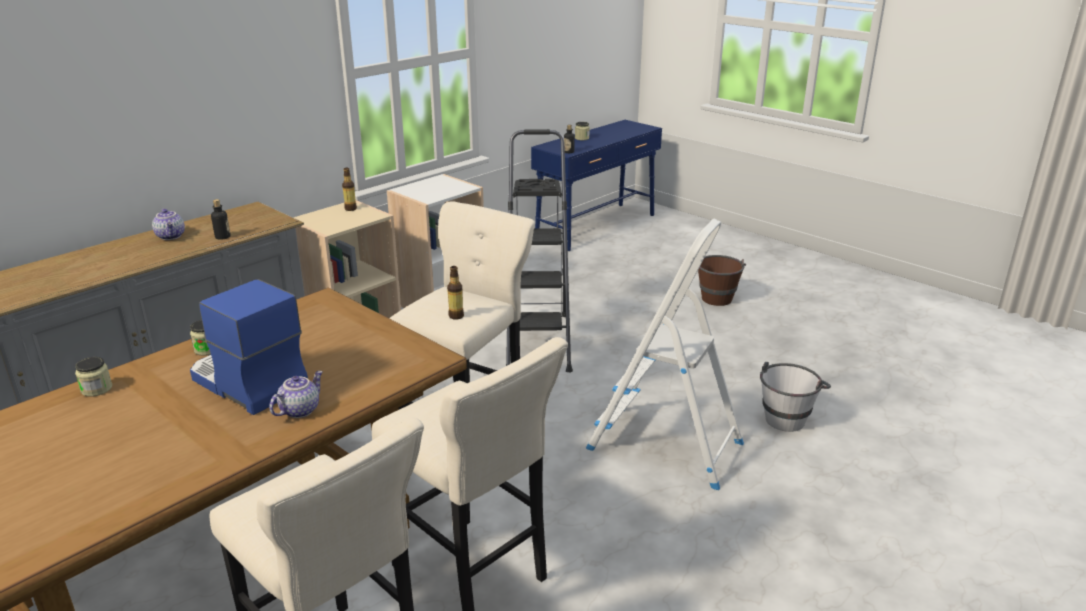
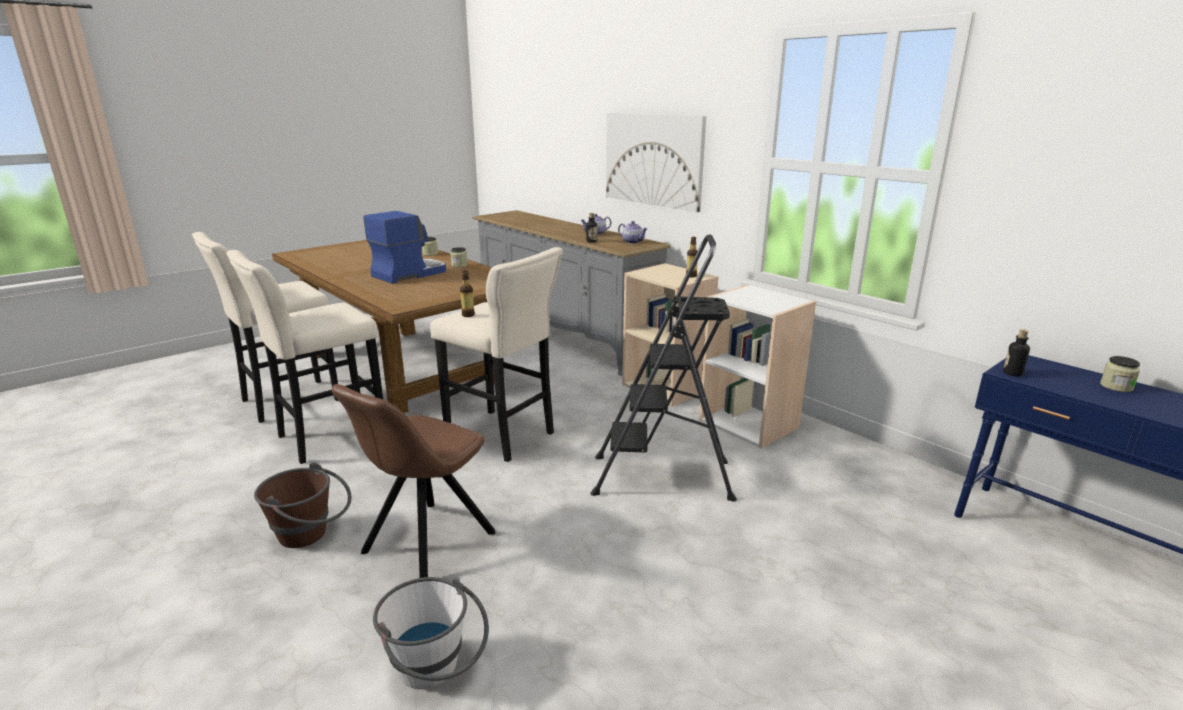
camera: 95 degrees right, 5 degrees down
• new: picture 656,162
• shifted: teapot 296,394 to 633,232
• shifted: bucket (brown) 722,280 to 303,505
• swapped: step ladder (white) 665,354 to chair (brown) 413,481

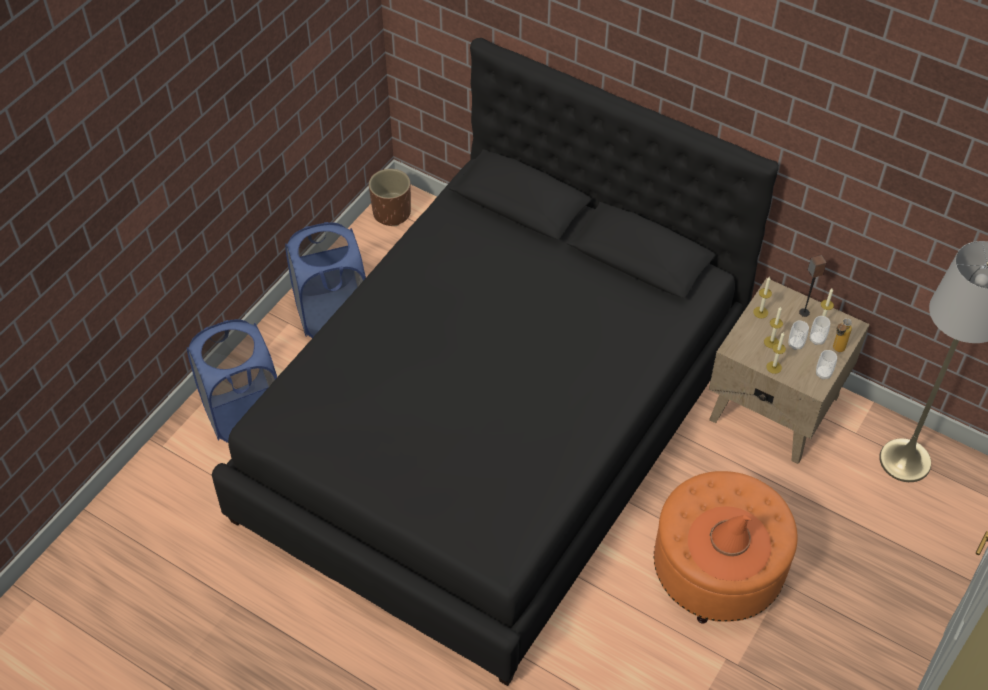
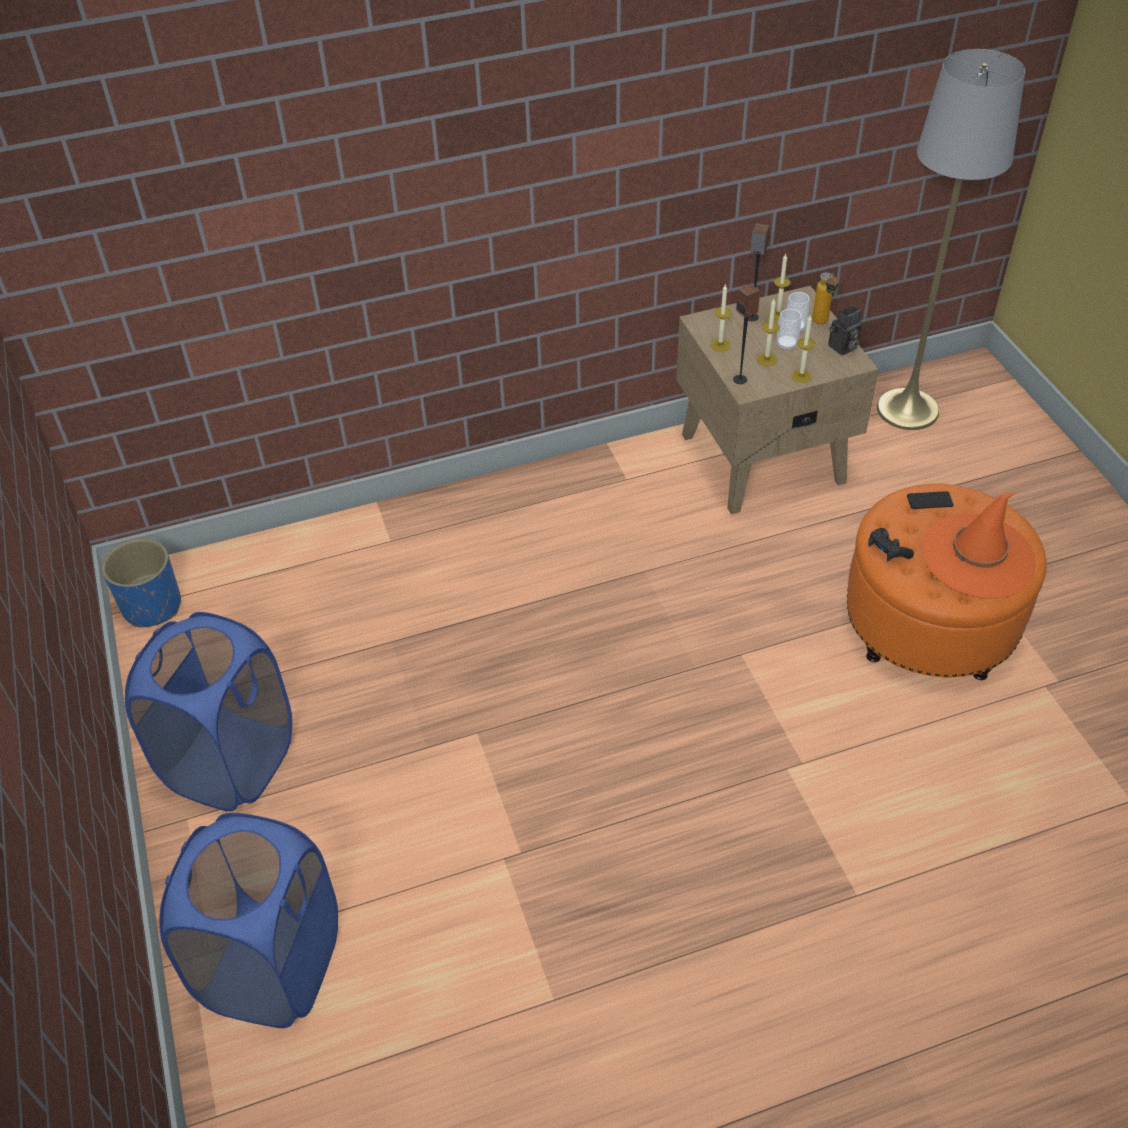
camera: 50 degrees left, 5 degrees down
• gone: bed (black) 495,362
• new: speaker 746,334
• new: game controller (black) 891,544
• new: phone 930,500
• swapped: cup 826,364 to photo camera 845,330
• repainted: planter (brown) 390,197 to planter (blue) 141,583

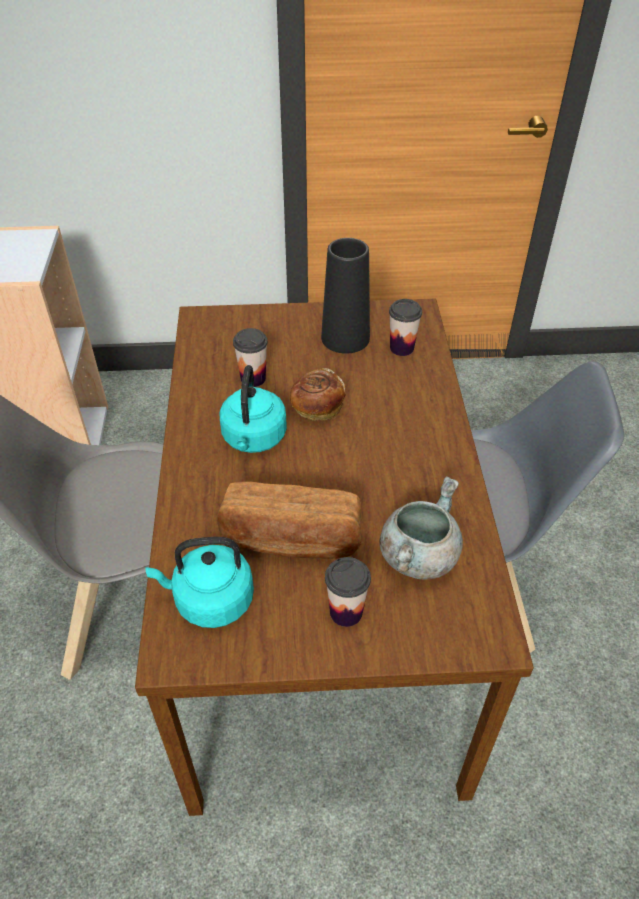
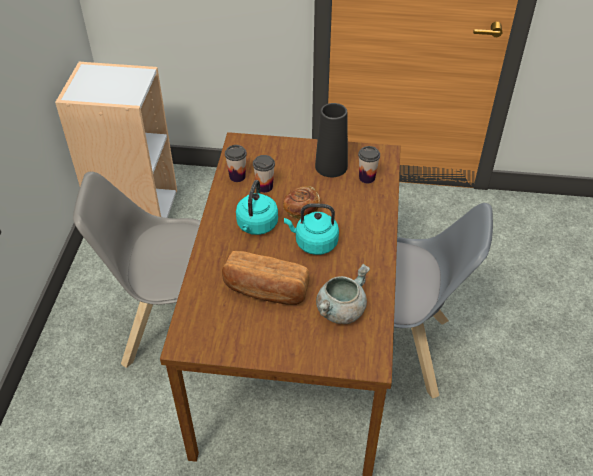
camera: 10 degrees right, 0 degrees up
• shifted: kettle (turquoise) 199,582 to 311,229
• shifted: cup 348,592 to 236,163

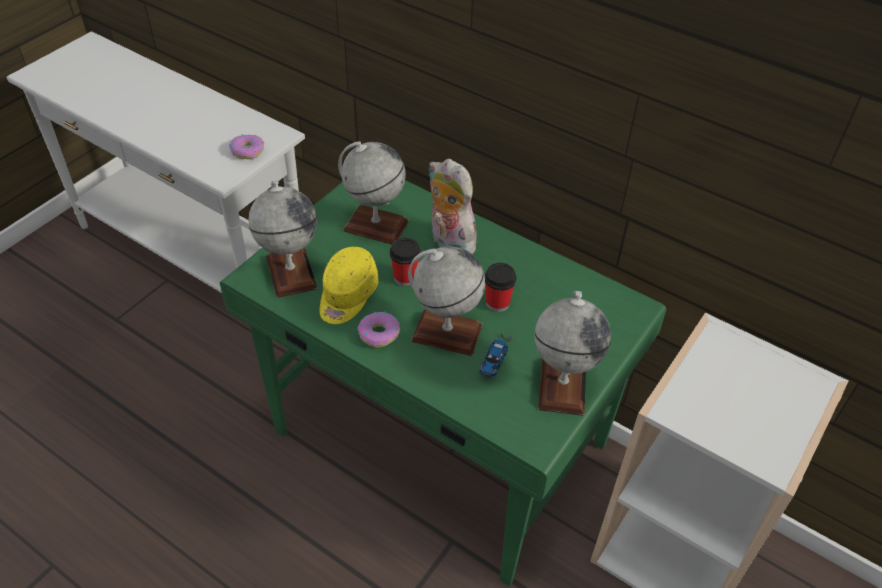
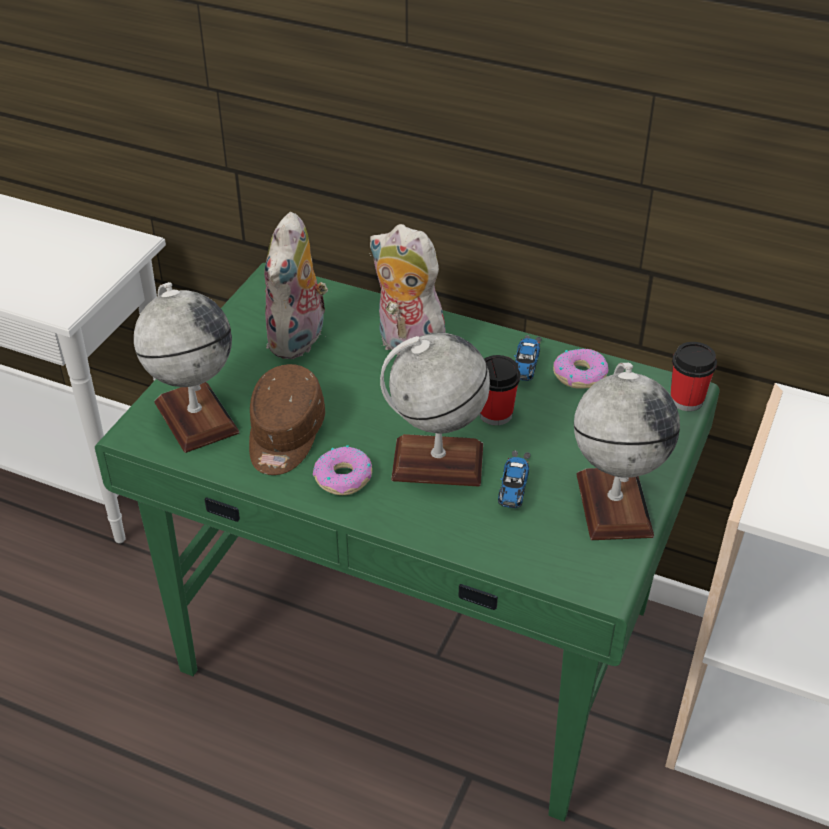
camera: 10 degrees left, 5 degrees down
• new: toy car 527,358
• shifted: donut 246,146 to 580,368
• shifted: cup 405,262 to 694,376
• swapped: globe 373,193 to plush toy 296,285
• repainted: cap (yellow) 349,285 to cap (brown) 287,419

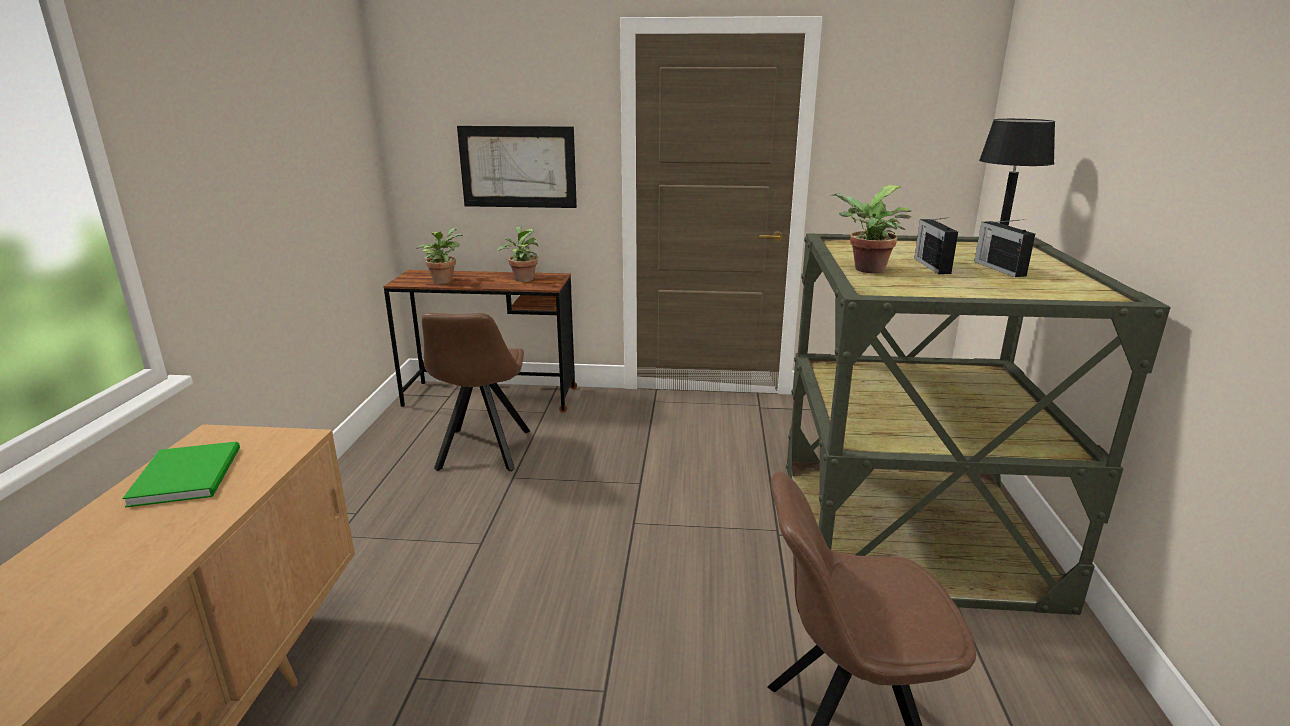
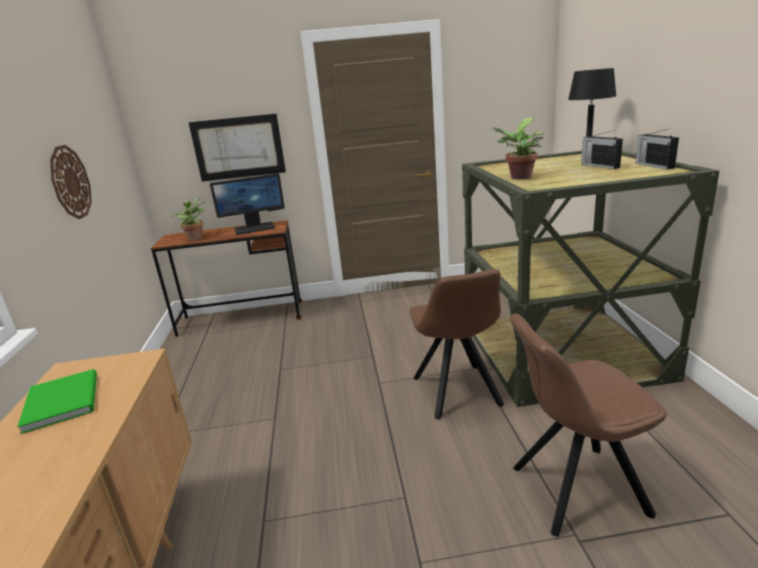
camera: 10 degrees left, 0 degrees up
• new: wall clock 71,182
• shifted: chair (brown) 476,392 to 457,344
• shifted: radio 936,245 to 657,149
• swapped: potted plant 518,254 to monitor 247,204

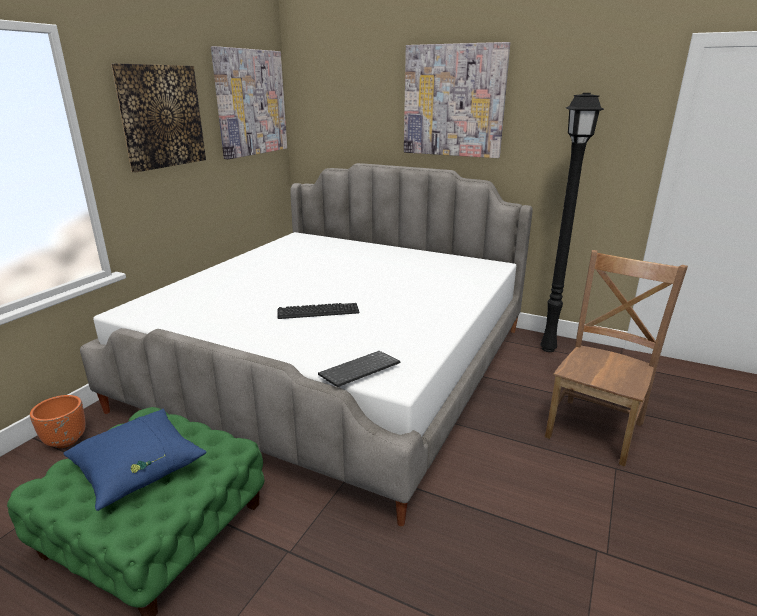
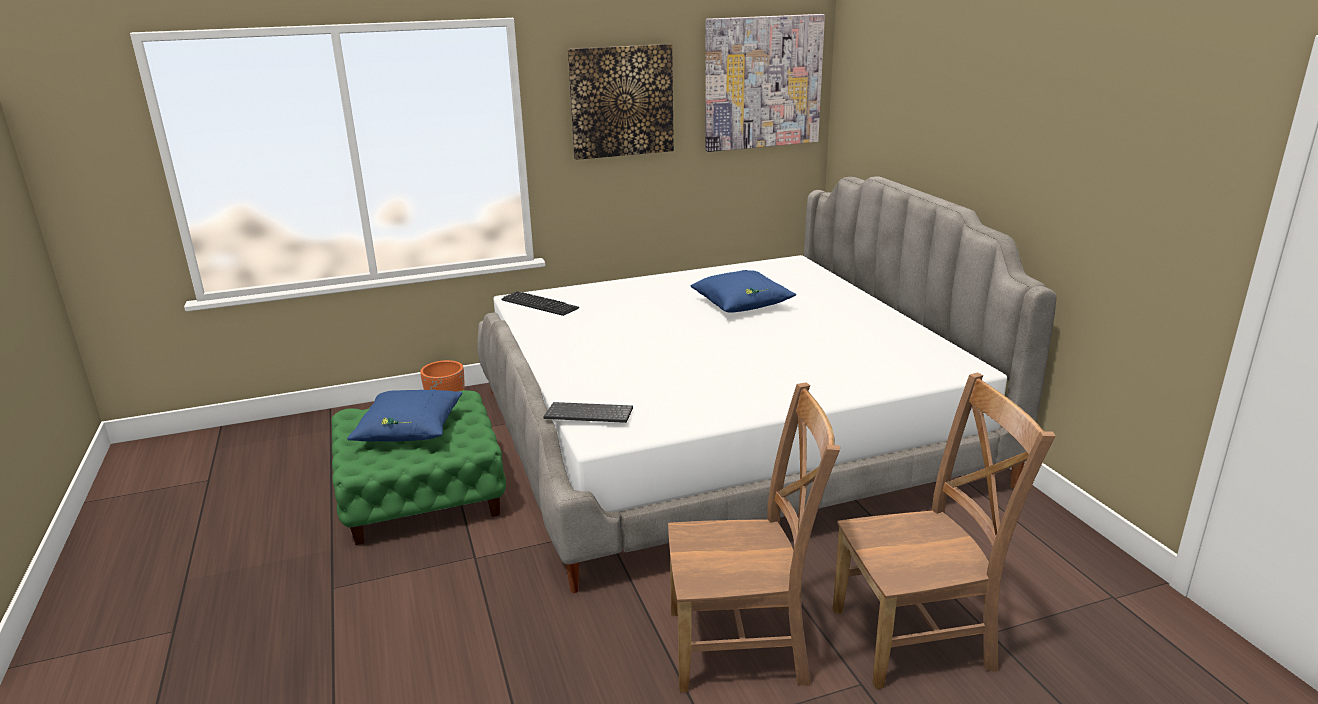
camera: 45 degrees right, 0 degrees up
• gone: picture 457,100
• gone: floor lamp (black) 572,222
• new: chair (brown) 754,537
• new: pillow (blue) 743,291
• shifted: keyboard 318,311 to 540,303

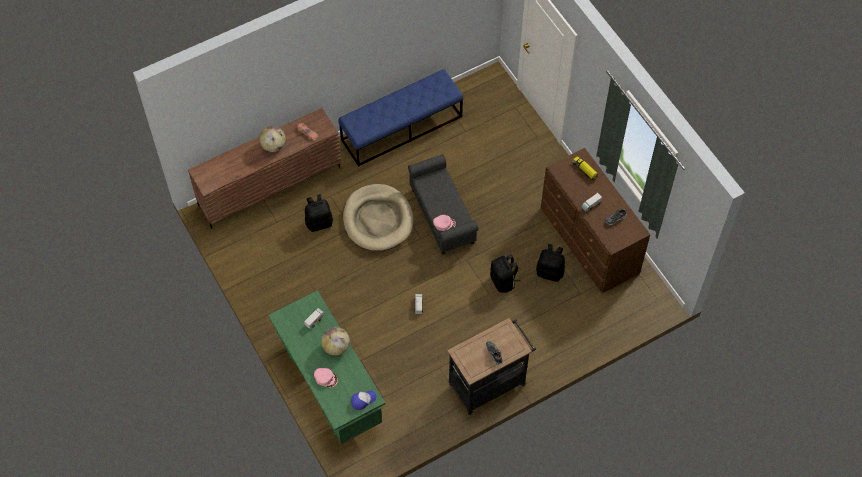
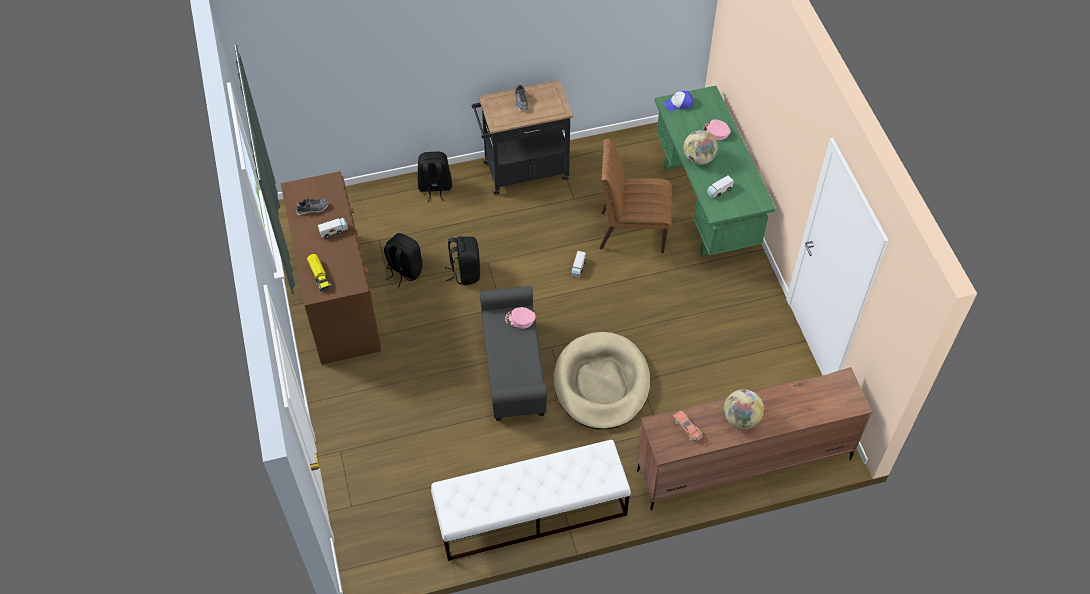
camera: 165 degrees left, 5 degrees down
• new: chair (brown) 636,196
• shifted: backpack (black) 319,213 to 435,176
• repainted: bench (blue) 400,118 to bench (white) 531,500

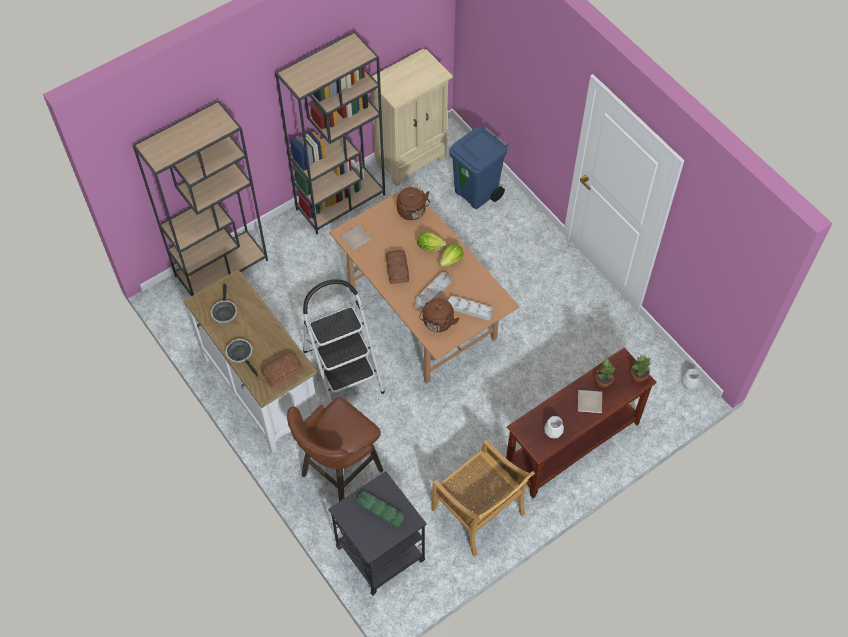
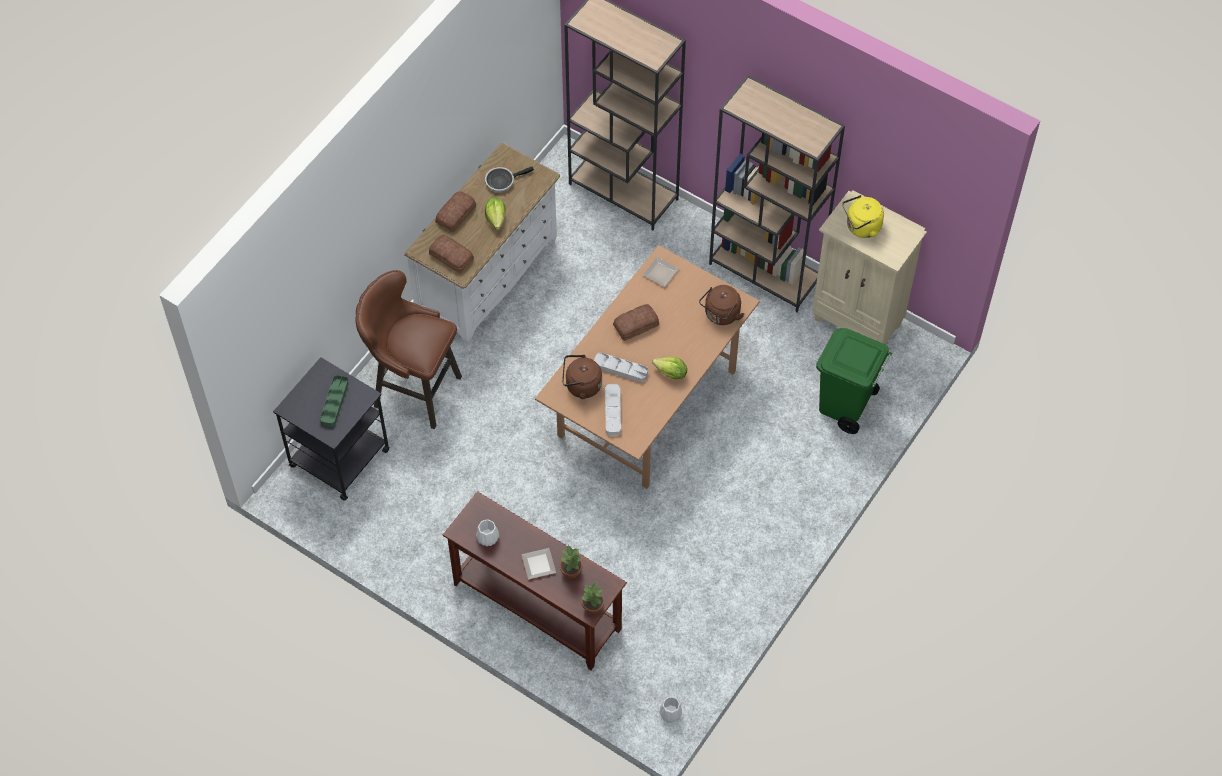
camera: 70 degrees right, 0 degrees up
• gone: step ladder 344,341
• gone: chair (beige) 483,498
• new: kettle (yellow) 863,216
• shifted: lettuce 432,242 to 495,214
• swapped: frying pan 242,358 to bread 455,212
• repainted: trash can (blue) 478,167 to trash can (green) 854,381

